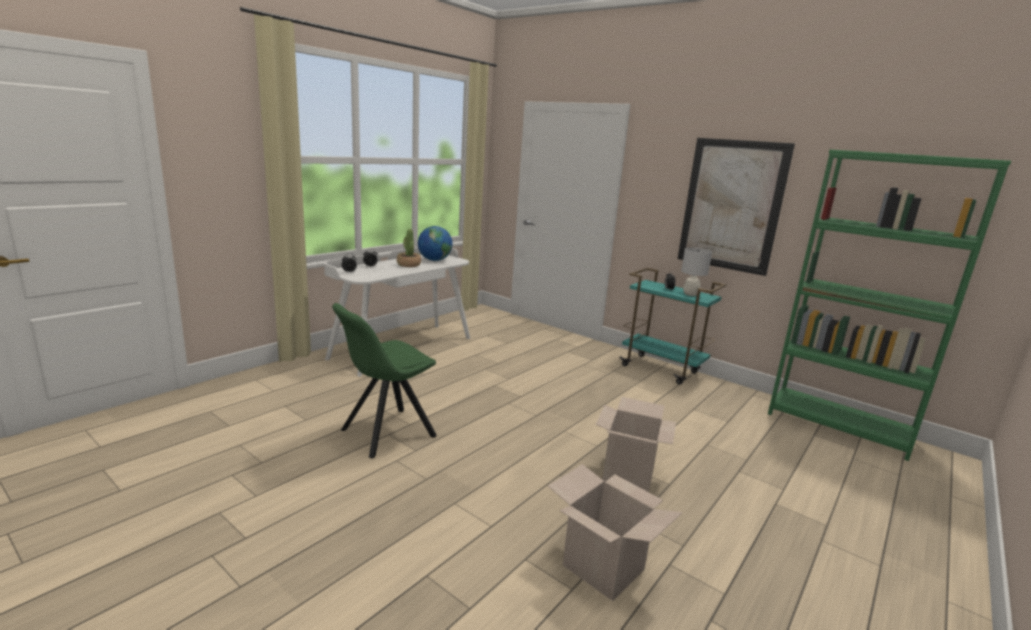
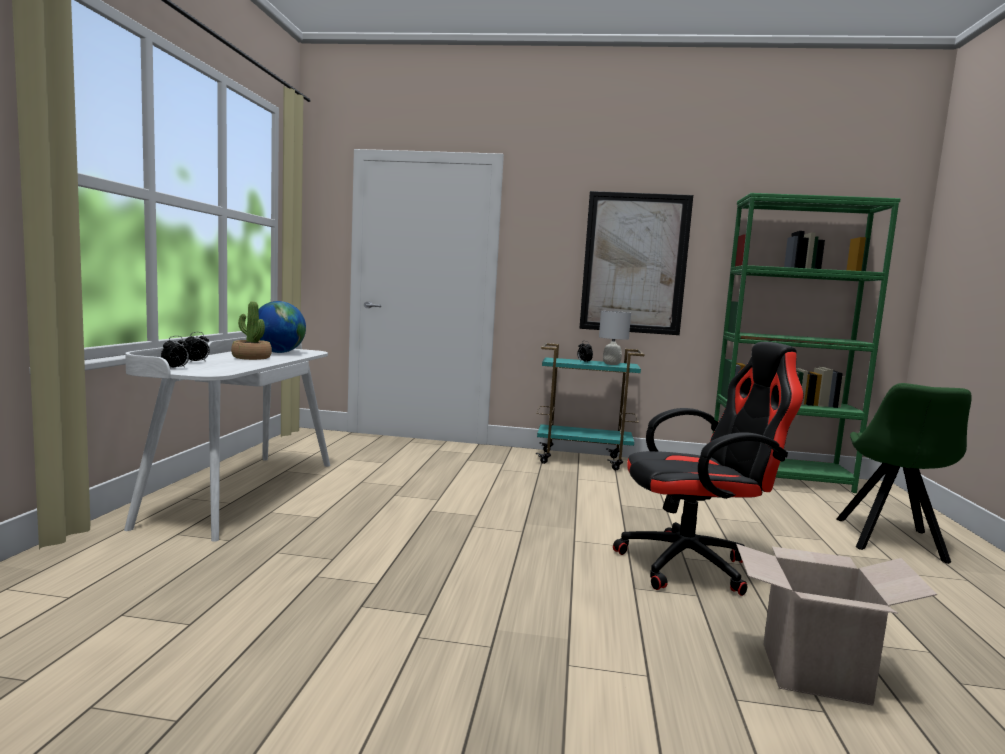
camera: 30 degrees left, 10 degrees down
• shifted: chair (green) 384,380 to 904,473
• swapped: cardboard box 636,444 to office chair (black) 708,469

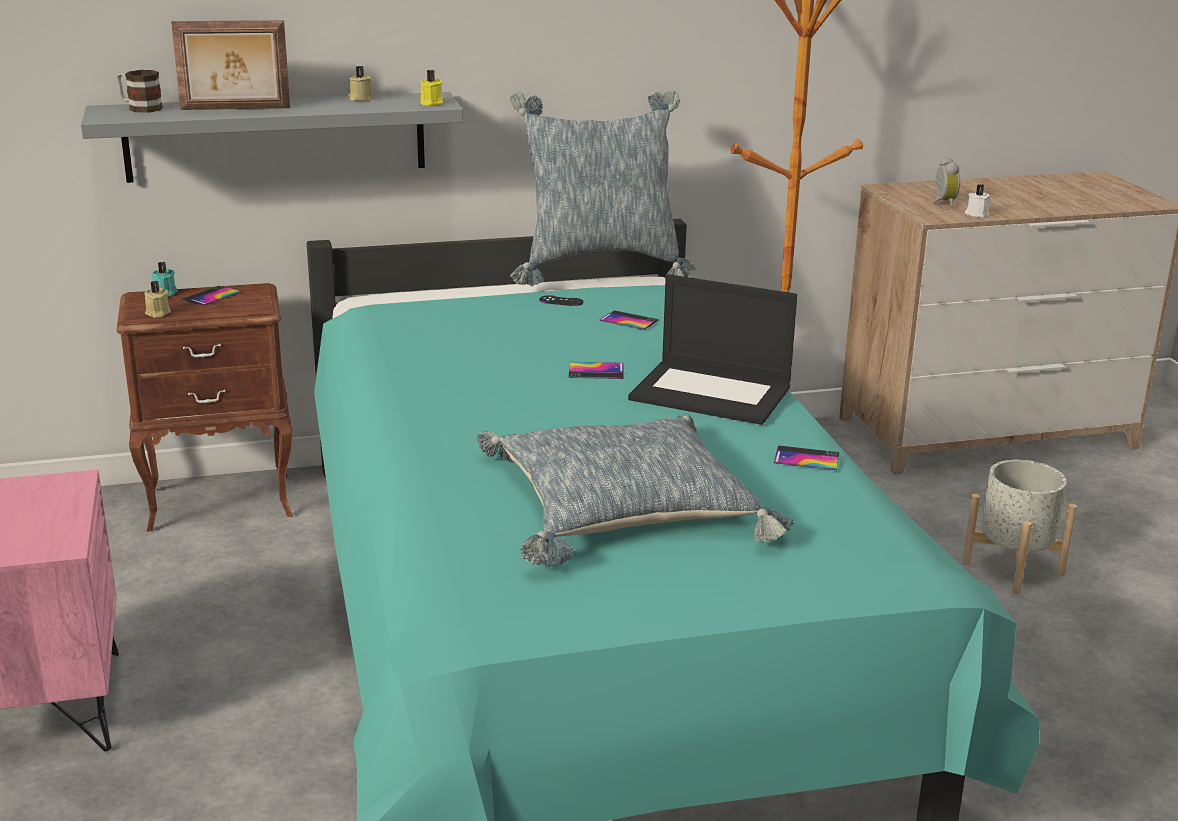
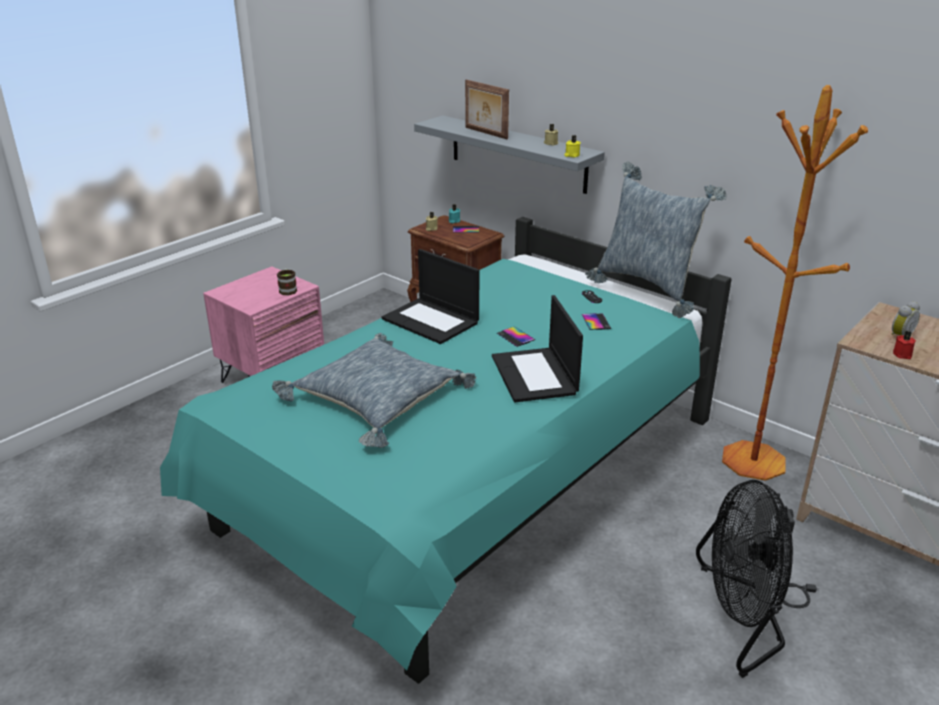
camera: 55 degrees right, 5 degrees up
• gone: phone 806,457
• new: laptop 431,296
• shifted: mug 140,91 to 287,282
• swapped: planter (grey) 1019,527 to fan (black) 757,579
• repainted: candle (white) 977,200 to candle (red) 904,345

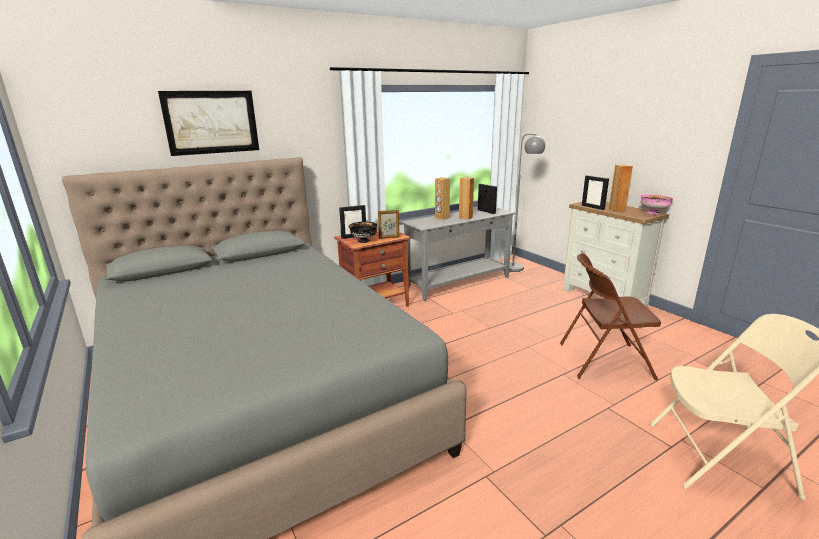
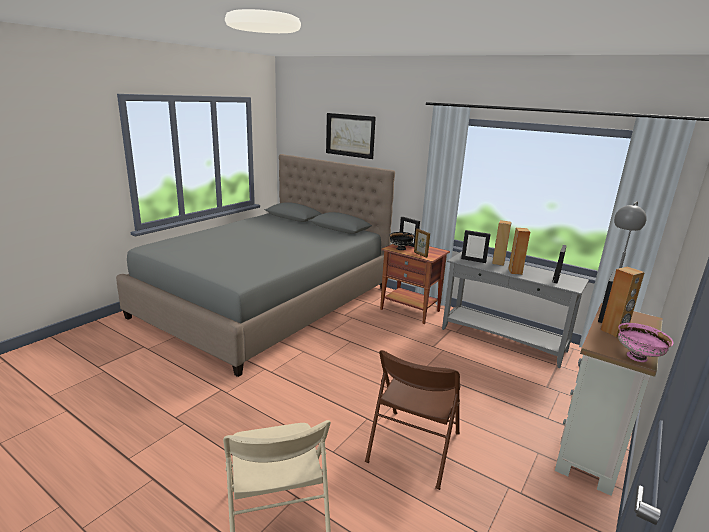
camera: 65 degrees right, 0 degrees up
• new: picture frame 476,246
• rotated: chair (brown) 610,316 = 413,420 135 degrees counterclockwise

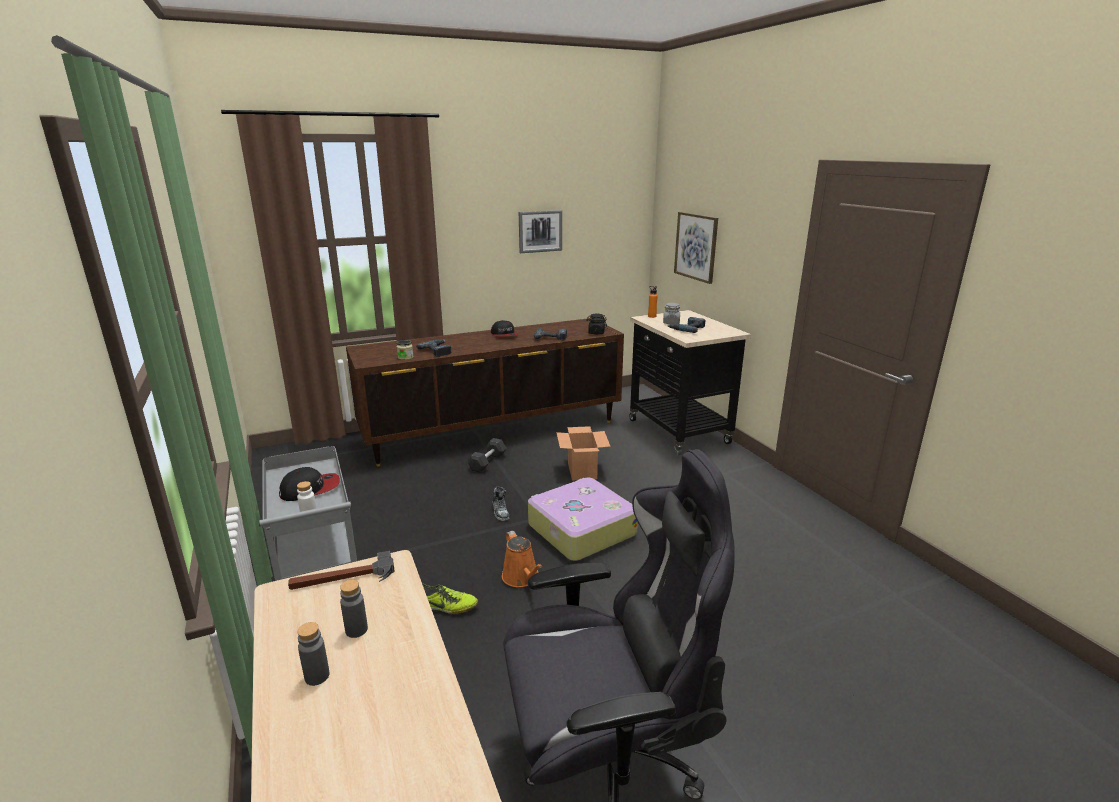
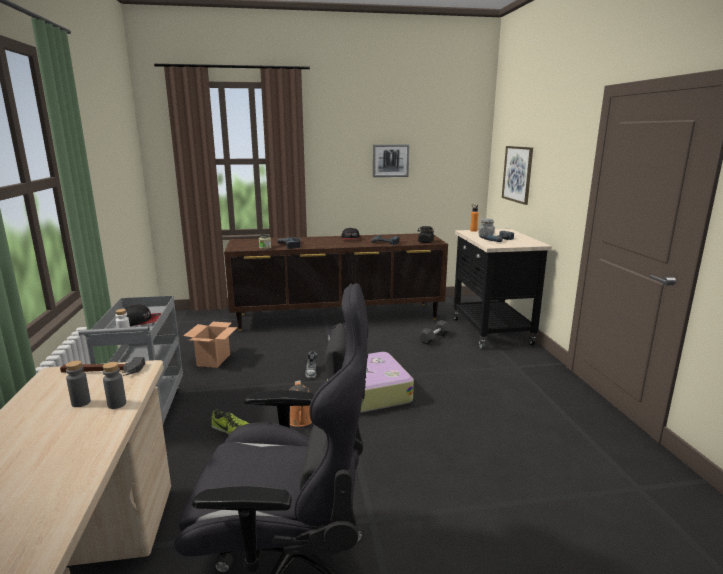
camera: 15 degrees right, 5 degrees down
• shifted: bottle (grey) 313,654 to 114,385
• shifted: dumbbell (grey) 487,455 to 435,332
• shifted: cardboard box 583,453 to 210,345

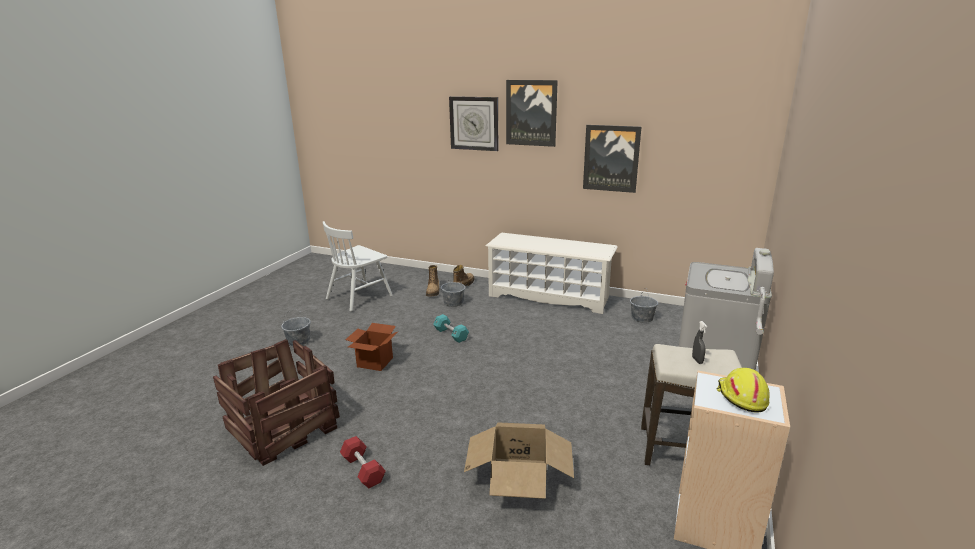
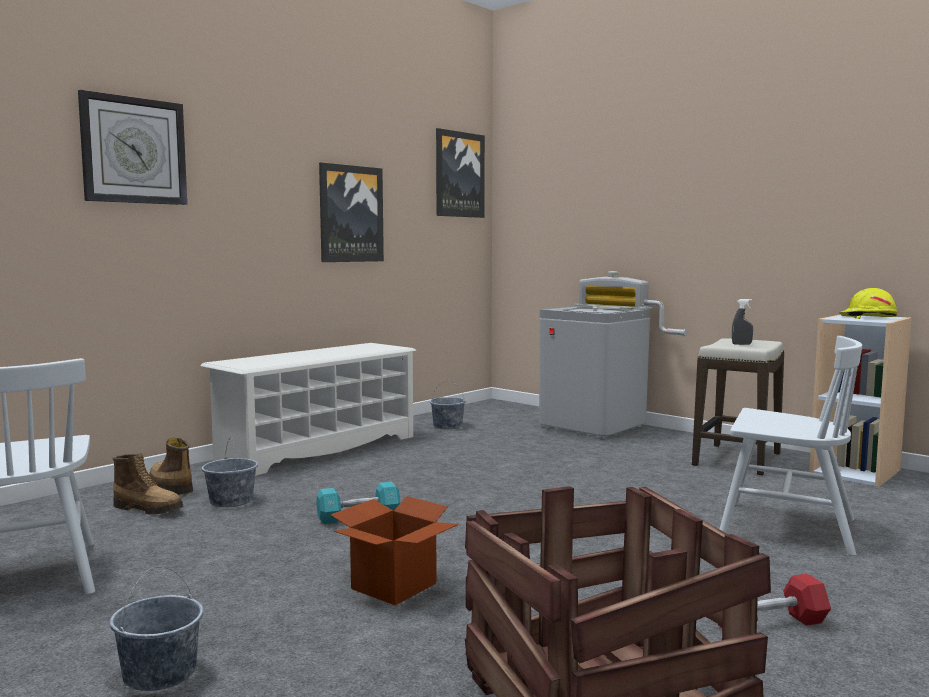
camera: 70 degrees left, 15 degrees down
• shifted: picture 532,113 to 460,173
• swapped: cardboard box 519,460 to chair (white) 791,446

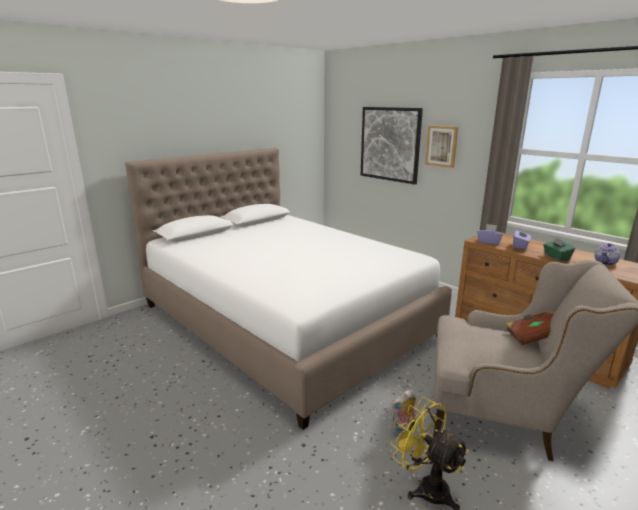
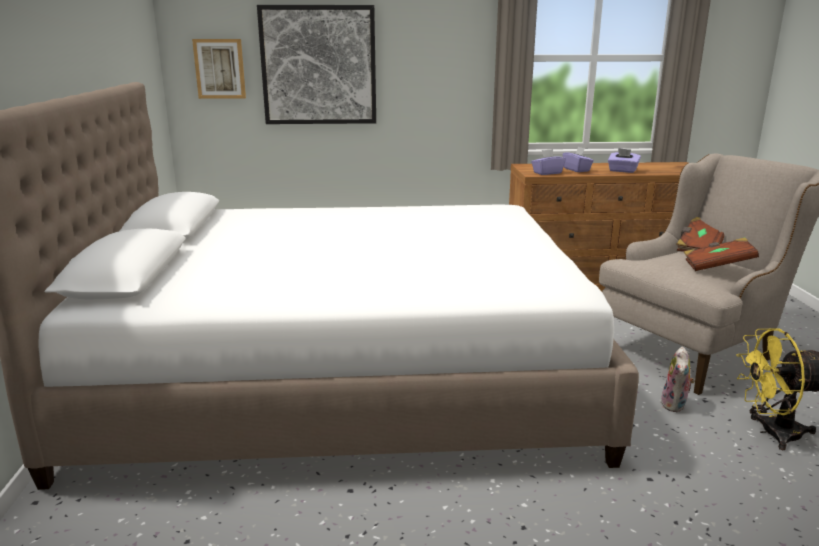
camera: 50 degrees left, 0 degrees up
• gone: teapot 607,254
• new: book (brown) 721,254
• shifted: picture 441,147 to 219,69
• repainted: tissue box (green) 559,249 to tissue box (purple) 624,160

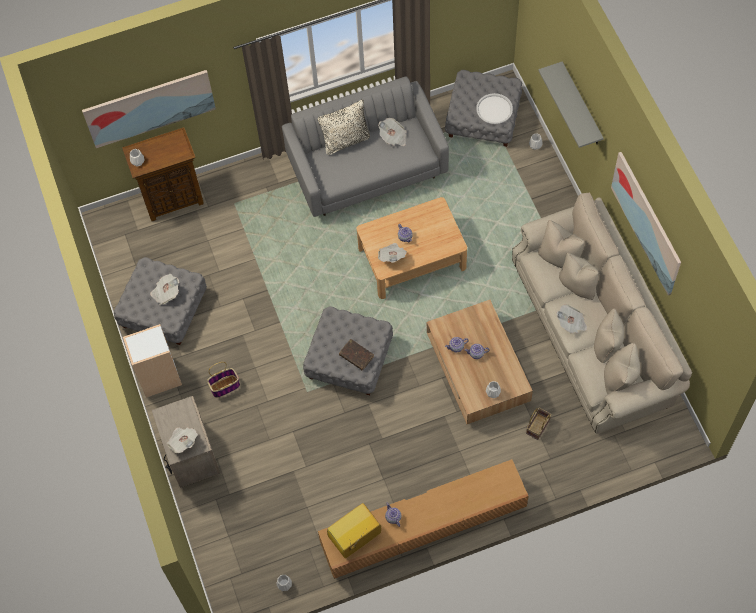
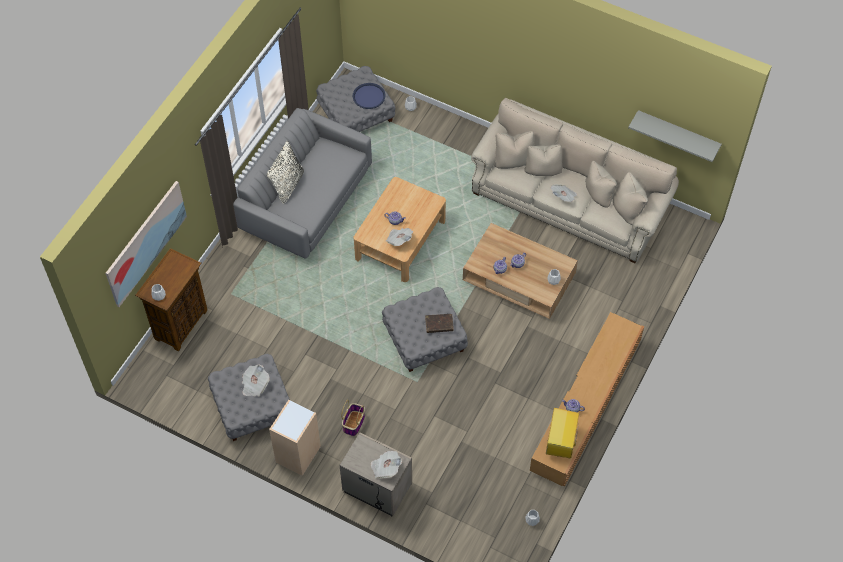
camera: 45 degrees left, 5 degrees down
• gone: newspaper 392,132
• gone: basket 539,424
• gone: picture 646,223
• shifted: shelf (grey) 570,104 to 675,136
• repainted: tray (white) 494,108 to tray (blue) 369,96

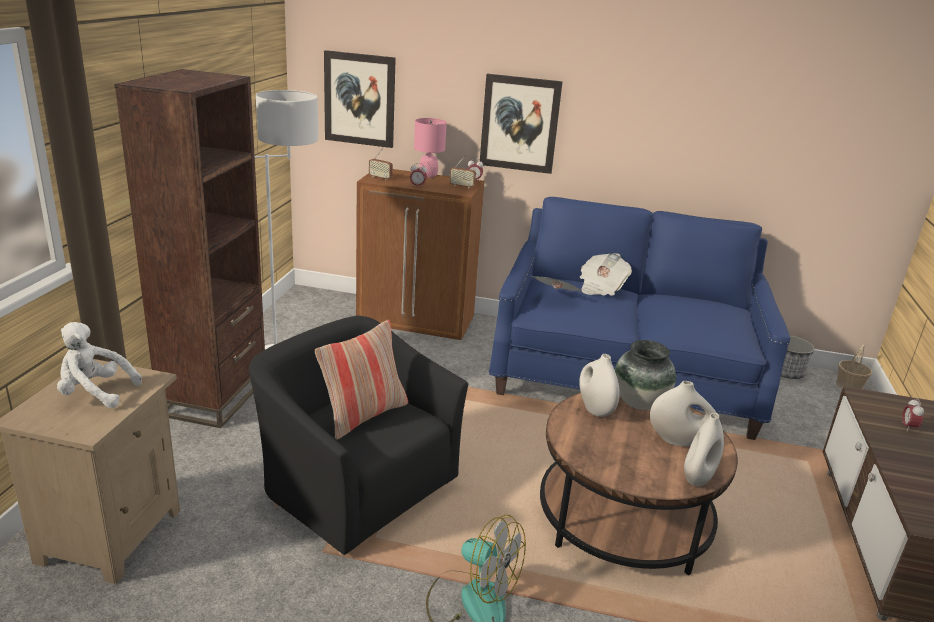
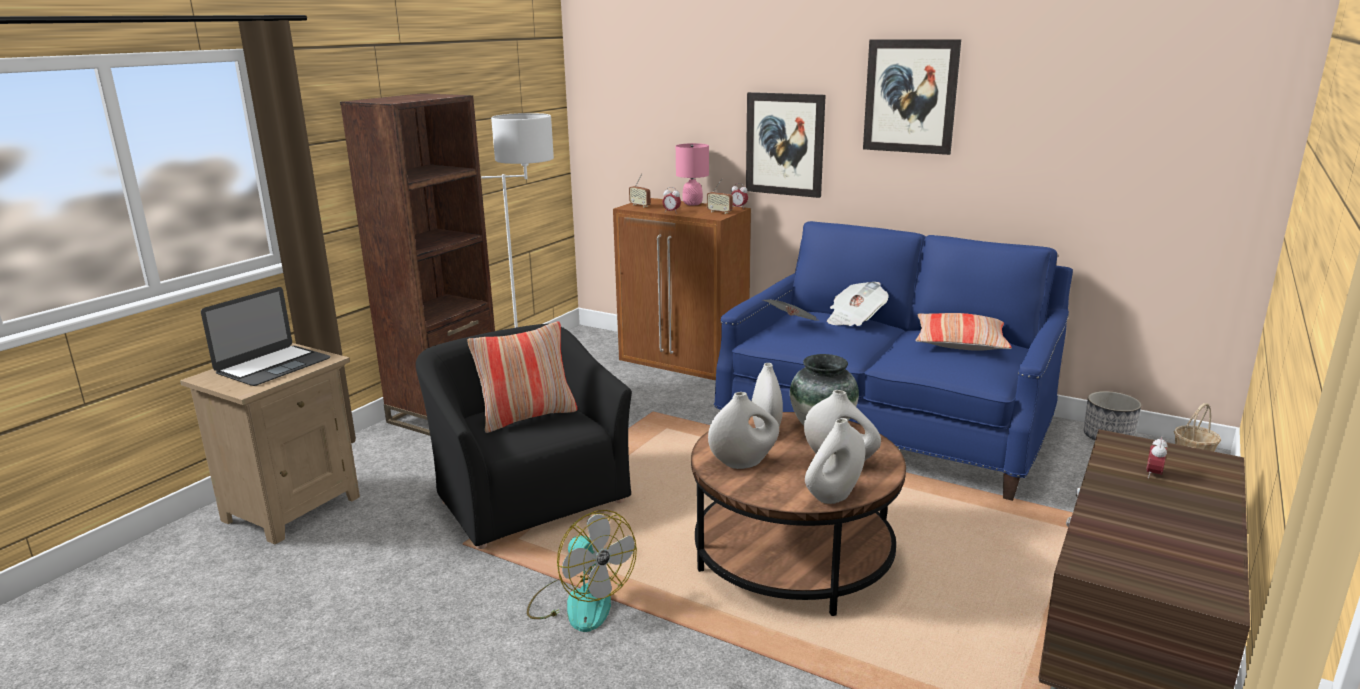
camera: 20 degrees right, 5 degrees down
• new: vase (white) 743,430
• new: pillow 963,332
• shifted: picture 360,99 to 912,97
• swapped: plush toy (white) 99,365 to laptop 265,336

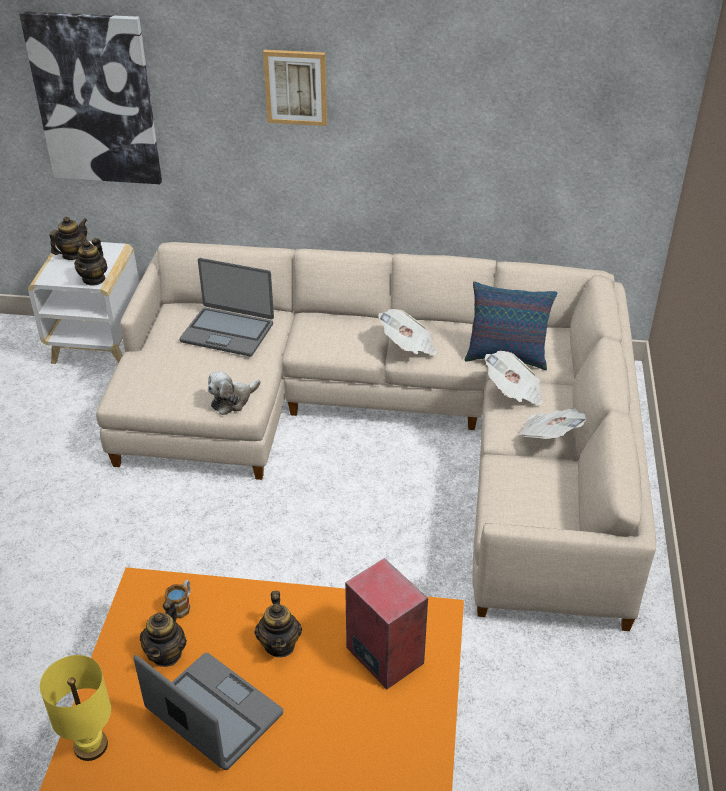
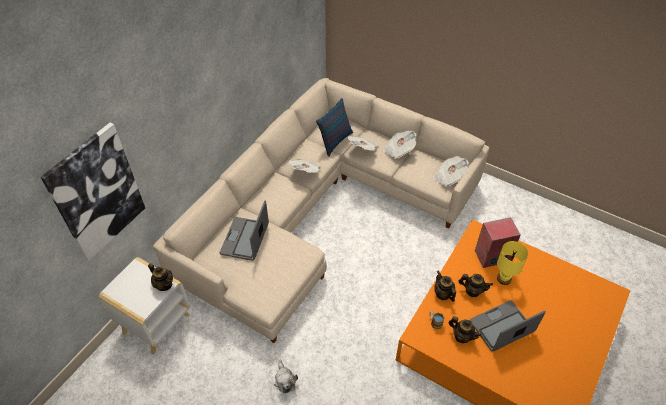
camera: 65 degrees left, 10 degrees up
• gone: picture 295,88
• new: newspaper 450,171
• shifted: table lamp (yellow) 75,708 to 512,263
• shifted: teapot 68,238 to 445,286
• shifted: plush toy 234,393 to 286,376
• rotated: laptop 226,307 = 244,231 150 degrees clockwise

